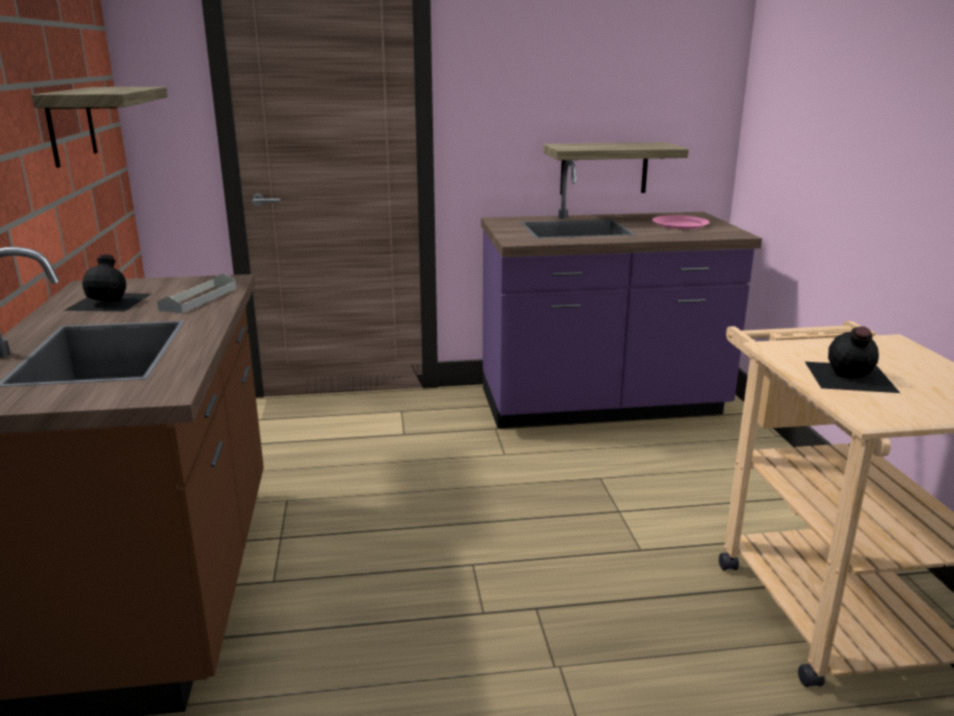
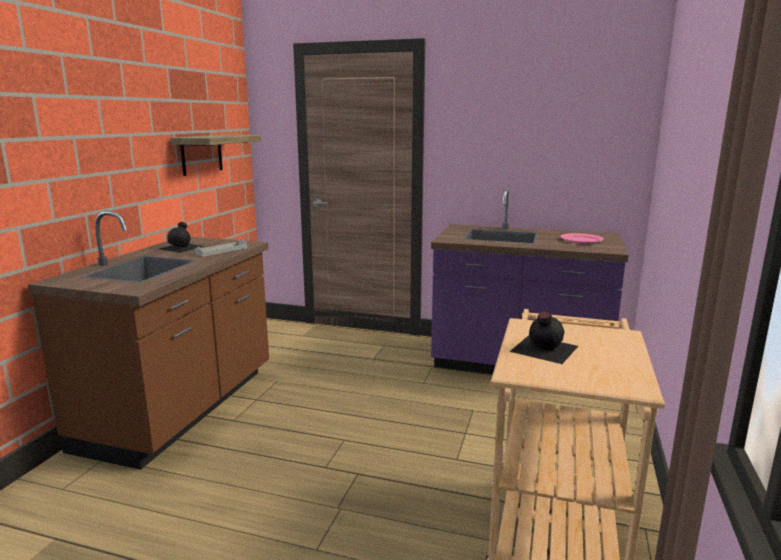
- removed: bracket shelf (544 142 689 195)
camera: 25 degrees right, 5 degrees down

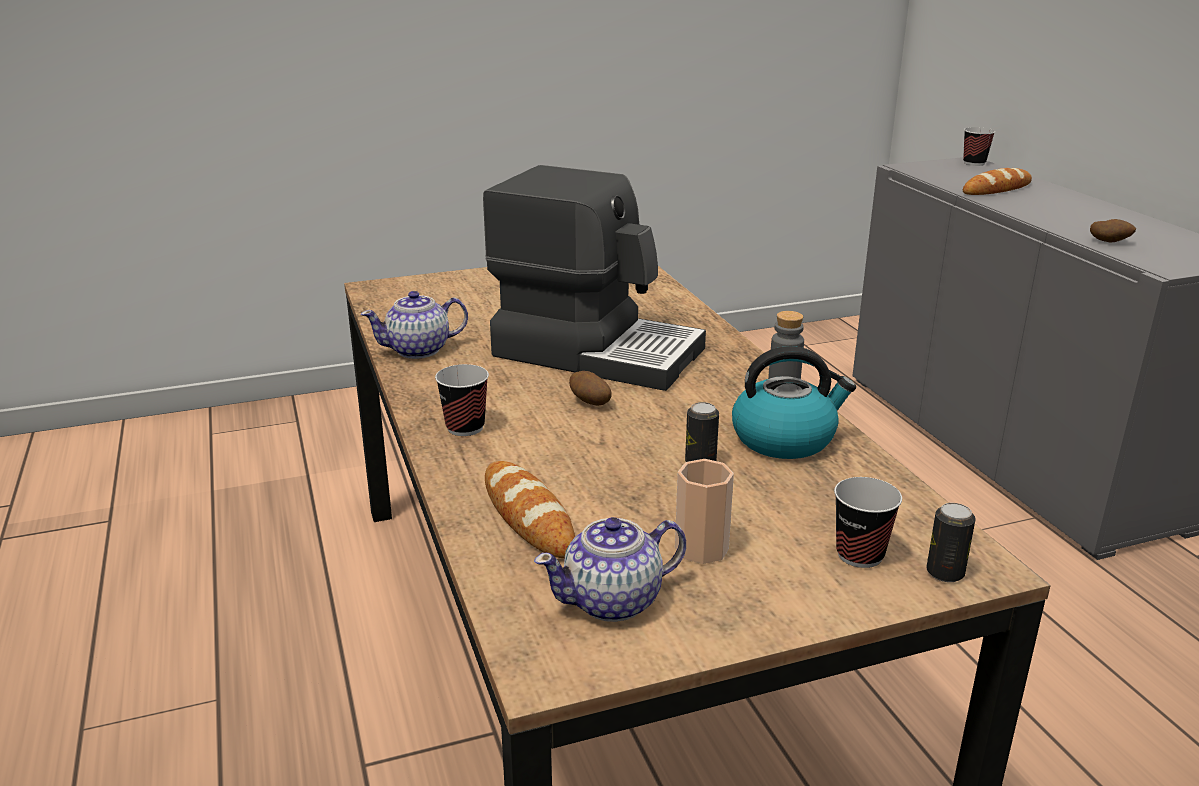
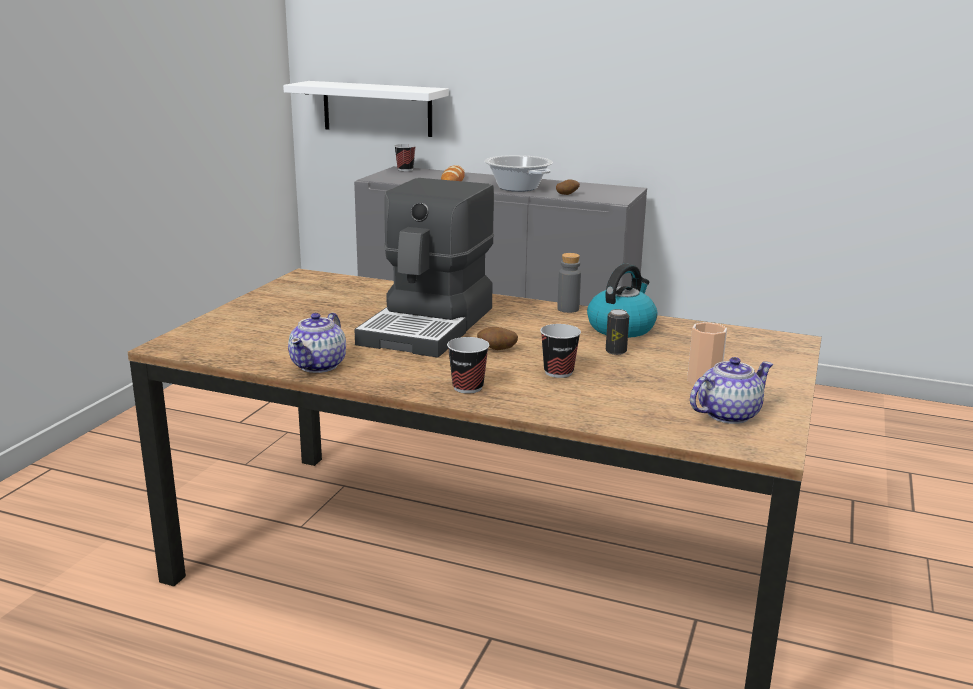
- added: white-coloured bracket shelf (283 81 449 137)
- turned: coffee machine (483 165 706 391) = (355 178 494 358) 135 degrees clockwise
- added: cooking pot (484 155 553 192)
- moved: small cup (834 477 902 568) to (540 324 581 378)
- turned: teapot (534 517 686 622) = (690 357 773 424) 135 degrees counterclockwise
- removed: baked bread (485 461 575 558)
- removed: metal can (927 503 976 582)
camera: 50 degrees left, 5 degrees down

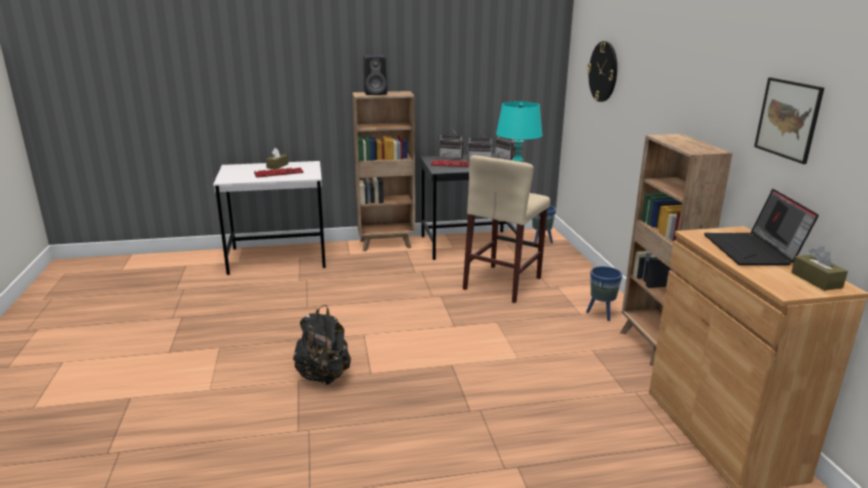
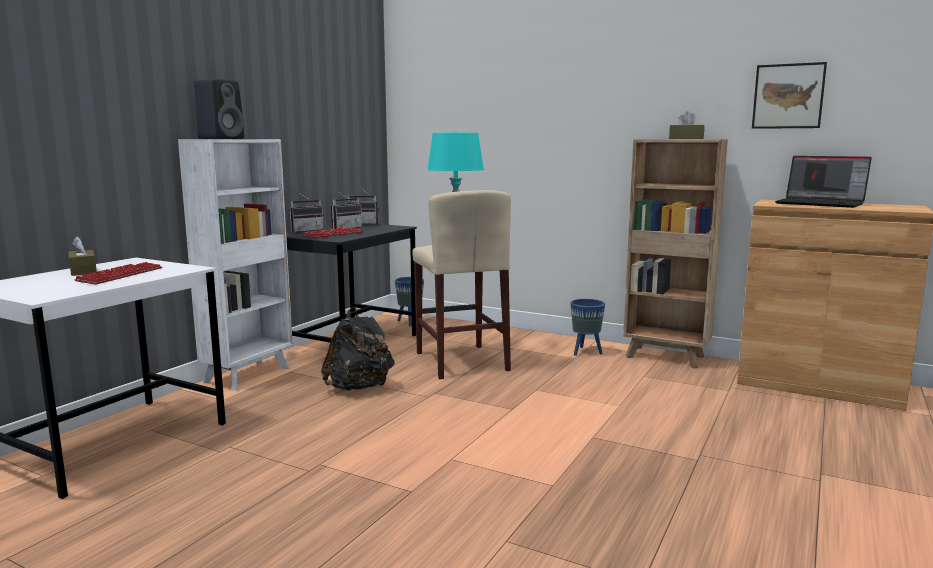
- recoloured: brown bookshelf (352 91 415 251) to white-coloured bookshelf (178 139 293 390)
- moved: black backpack (293 305 351 385) to (321 307 394 391)
- moved: brown tissue box (791 246 848 291) to (669 111 705 139)
- removed: hanging clock (587 41 617 102)
camera: 50 degrees left, 10 degrees down

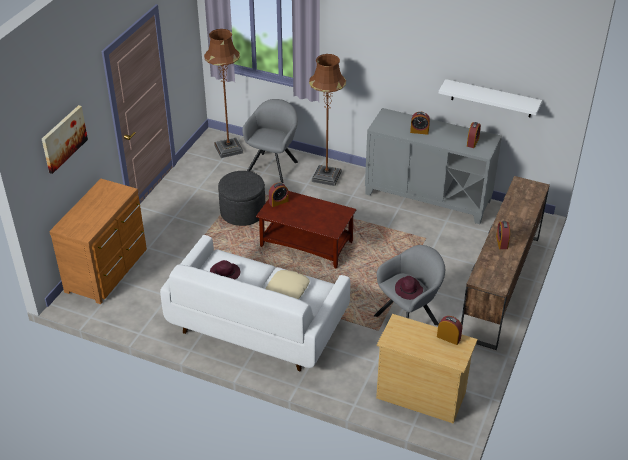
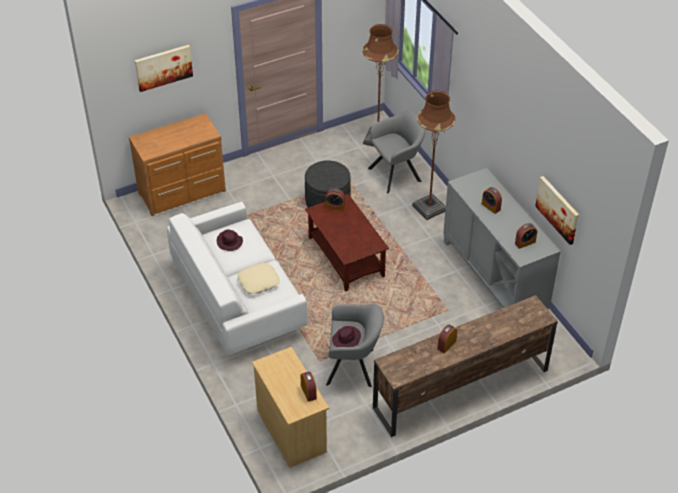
- replaced: white-coloured bracket shelf (439 79 542 117) to picture (535 176 579 245)
camera: 40 degrees right, 5 degrees up

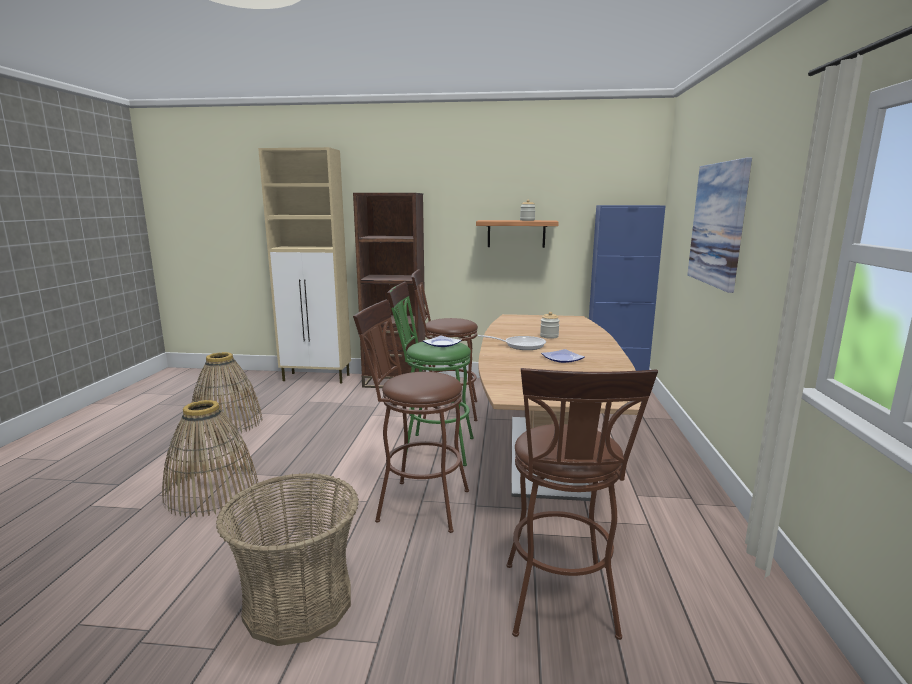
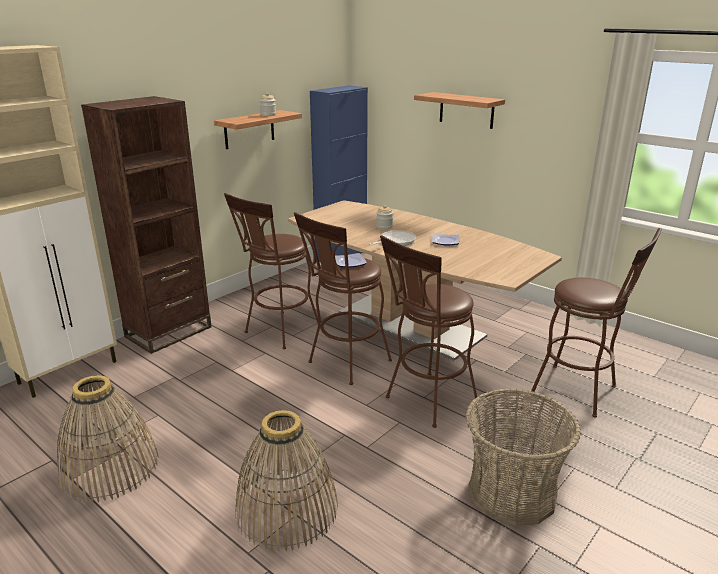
- recoloured: greenish stool seat (387 282 474 466) to brown stool seat (294 212 392 385)
- replaced: picture (687 158 752 293) to bracket shelf (414 92 505 129)
camera: 55 degrees left, 10 degrees up

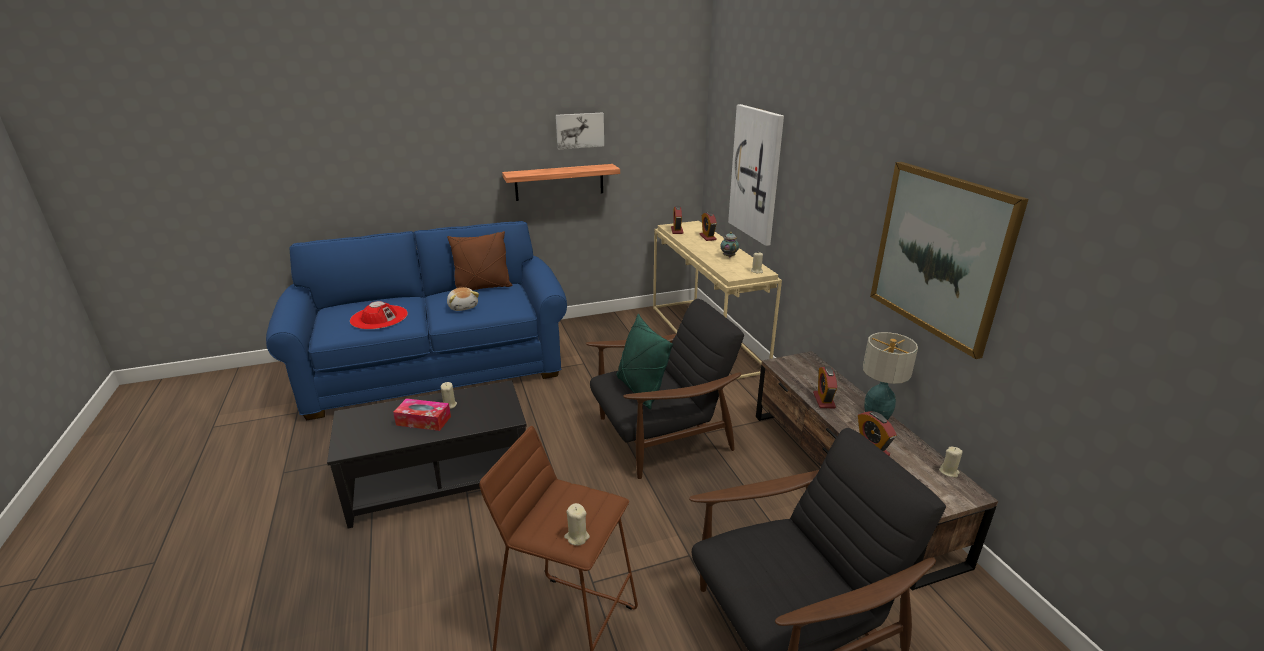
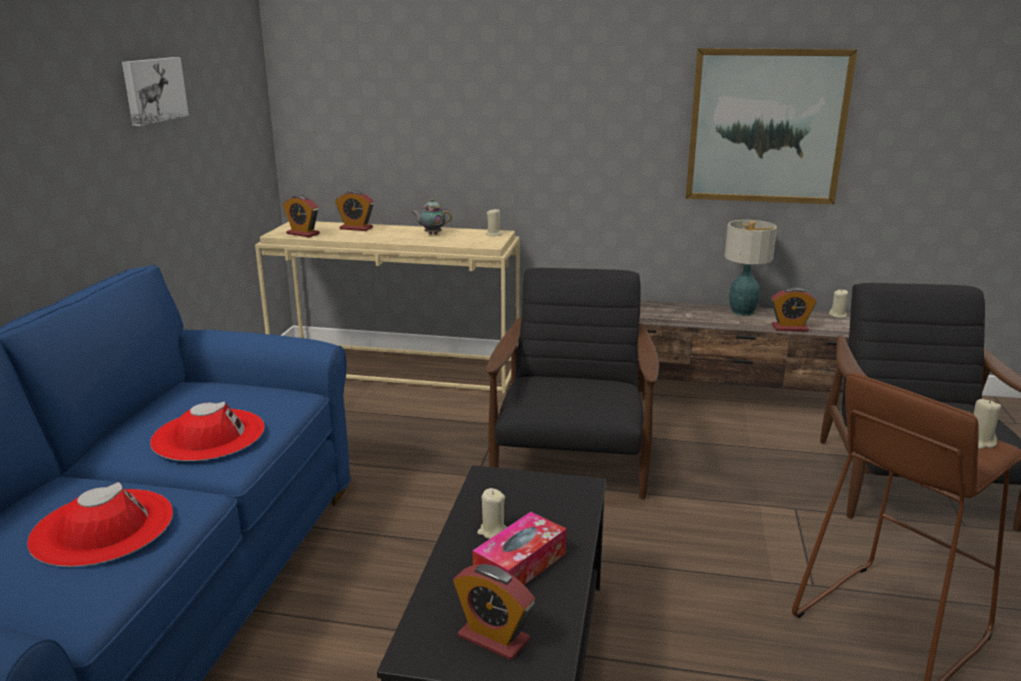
- replaced: soft toy (447 287 479 311) to red wearable hat (150 402 265 461)
- moved: bedside clock (813 366 837 408) to (453 564 535 660)
- removed: brown pillow (447 231 512 290)
- removed: bracket shelf (502 164 620 201)
- removed: greenish pillow (616 314 673 409)
- removed: picture (728 104 784 246)
camera: 60 degrees left, 5 degrees down

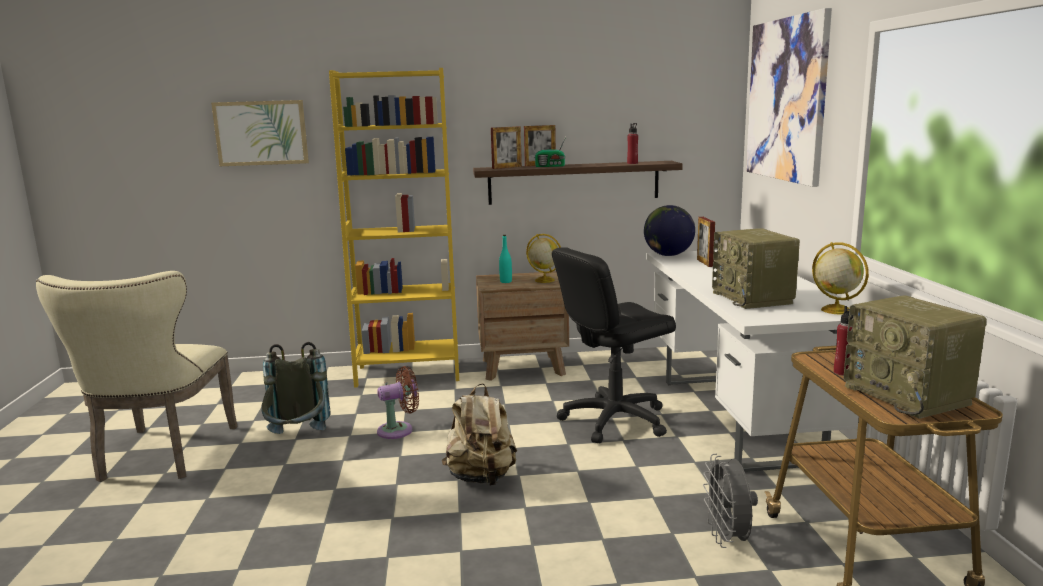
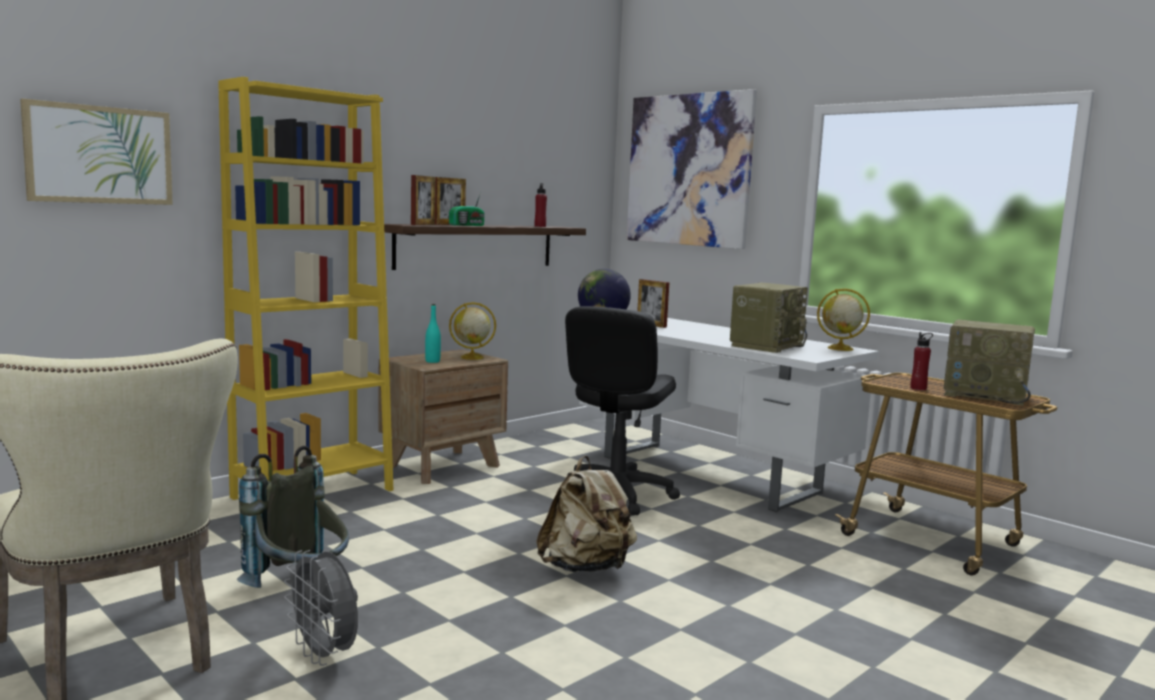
- moved: greyish fan (703 454 758 548) to (284 550 358 666)
- turned: radio set (712 228 800 309) = (730 283 808 353) 90 degrees counterclockwise
- removed: brown fan (377 366 419 439)
camera: 40 degrees left, 5 degrees down

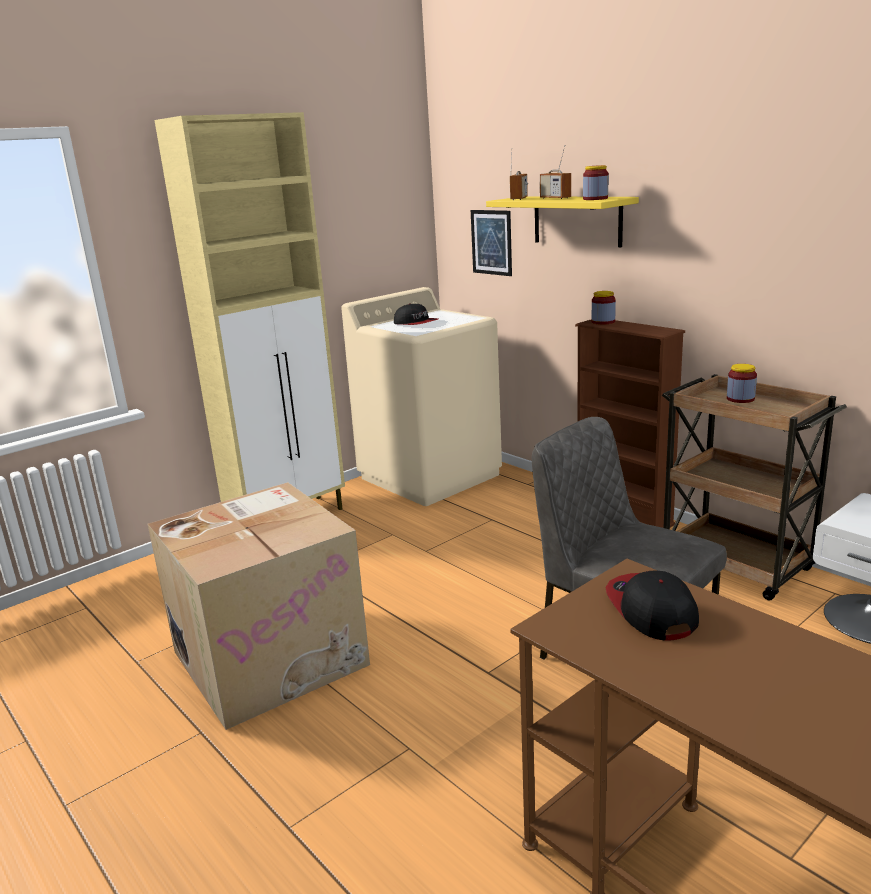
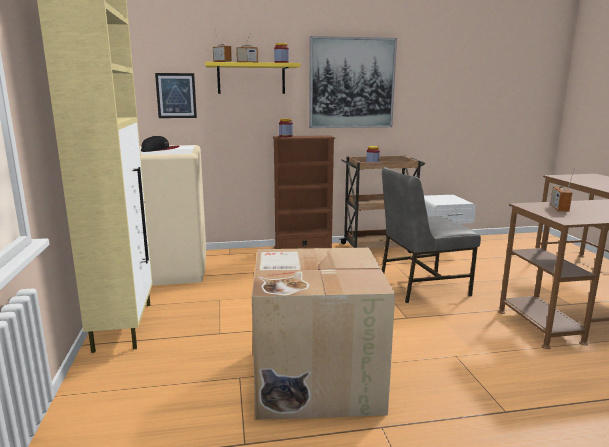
- added: picture (309 36 397 128)
- replaced: baseball cap (606 570 699 641) to radio set (550 168 575 212)
camera: 60 degrees left, 5 degrees down

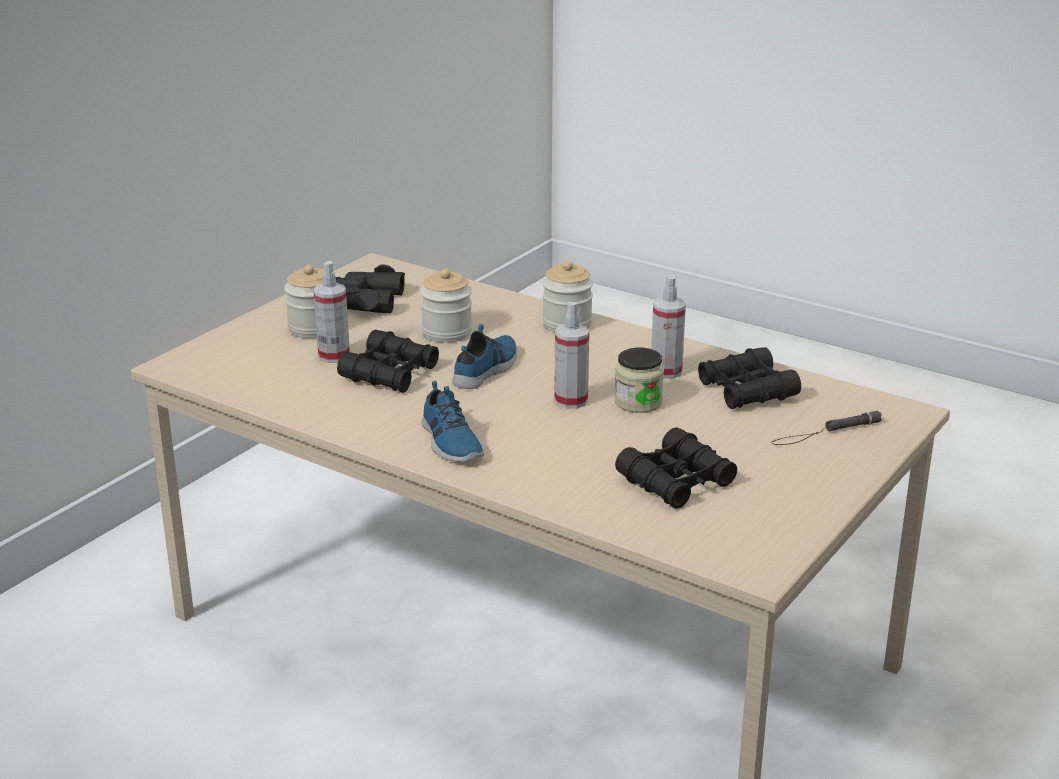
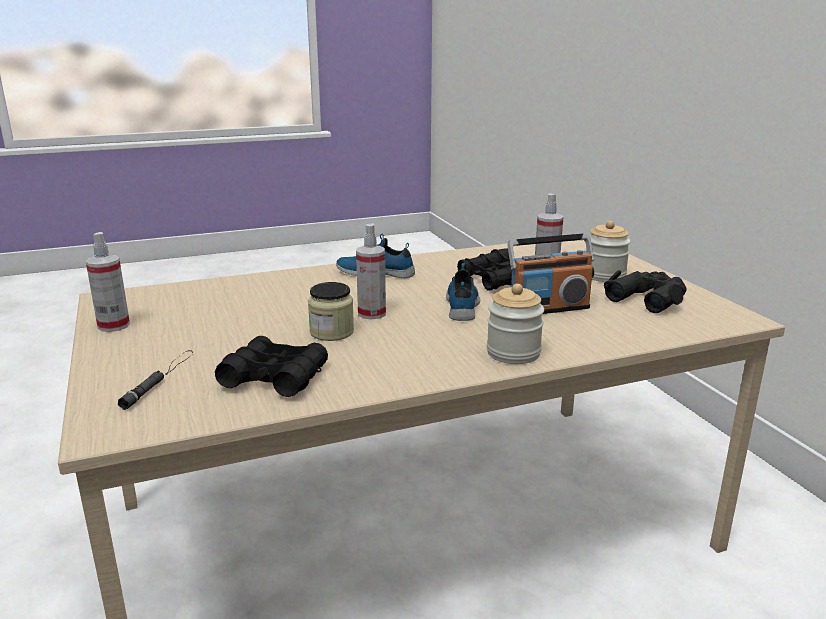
- moved: sprayer (651 275 686 379) to (86 232 130 332)
- turned: item of footwear (452 324 517 389) = (446 263 480 321) 150 degrees counterclockwise
- replaced: jar (420 269 472 343) to radio set (507 233 594 314)
- removed: black binoculars (615 428 737 509)
camera: 125 degrees right, 5 degrees down

